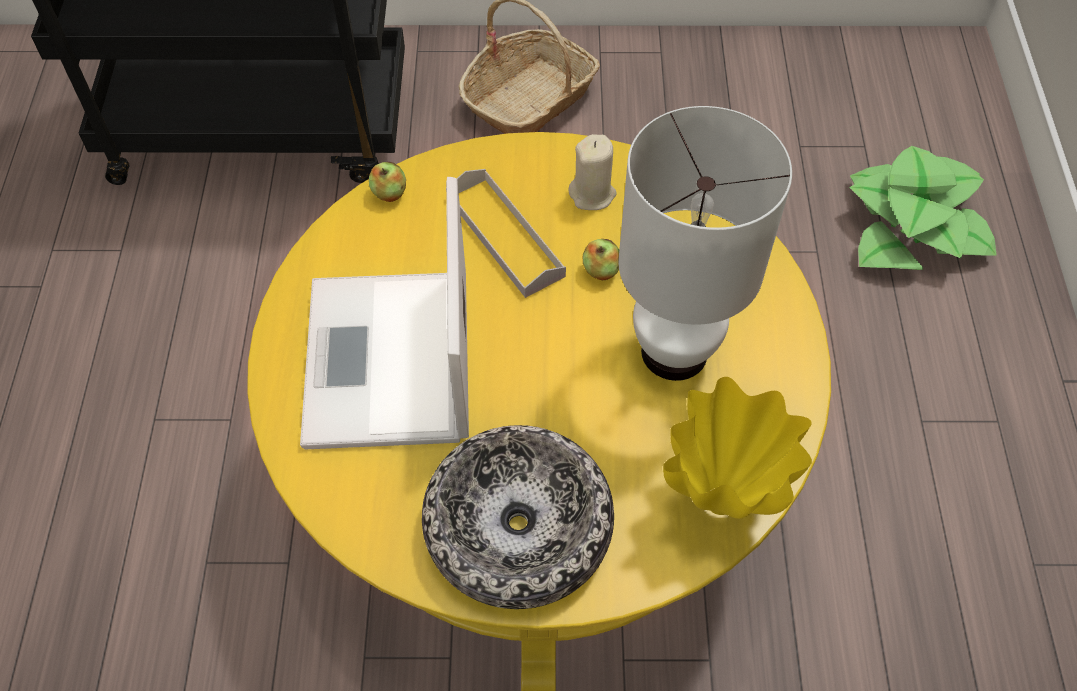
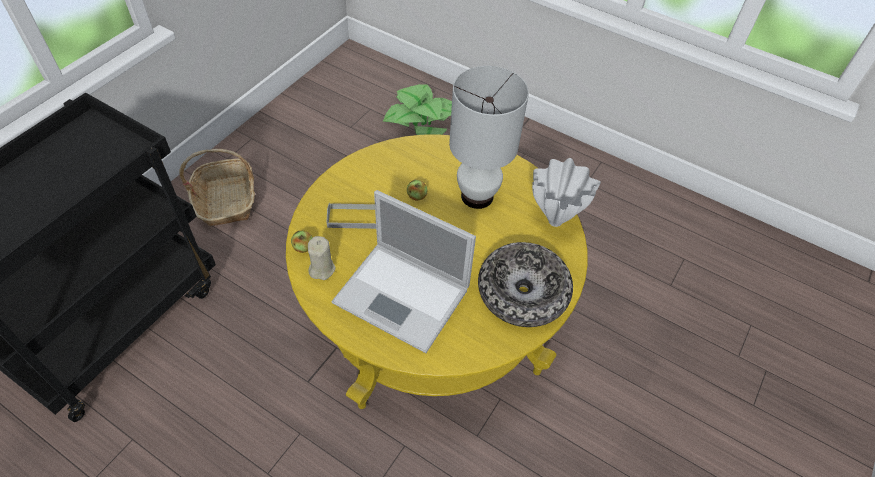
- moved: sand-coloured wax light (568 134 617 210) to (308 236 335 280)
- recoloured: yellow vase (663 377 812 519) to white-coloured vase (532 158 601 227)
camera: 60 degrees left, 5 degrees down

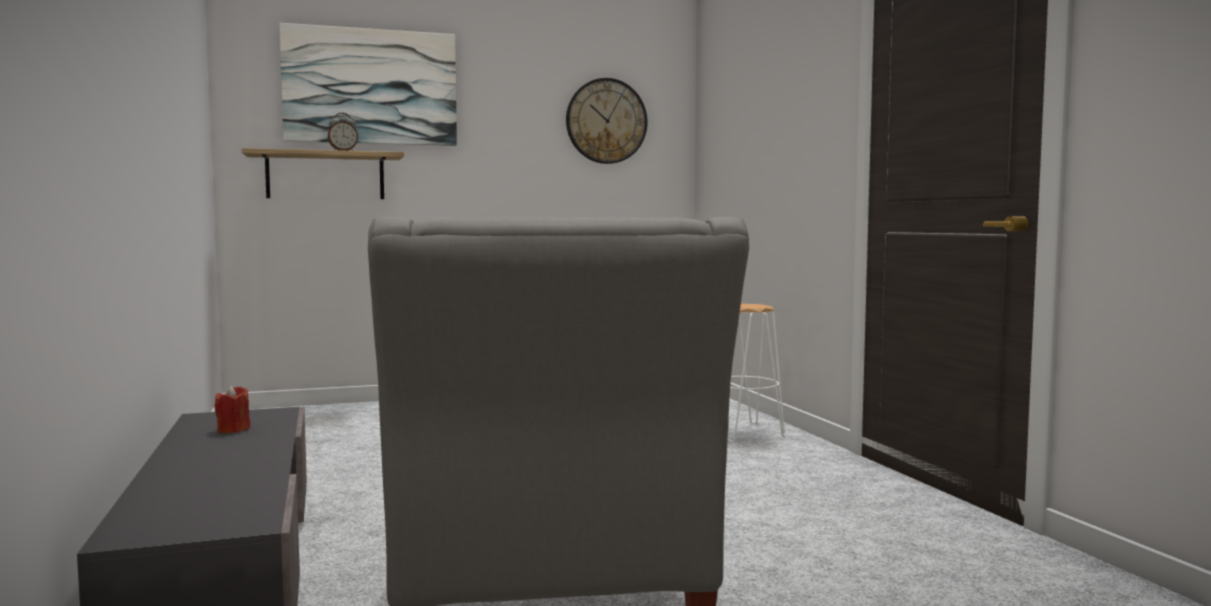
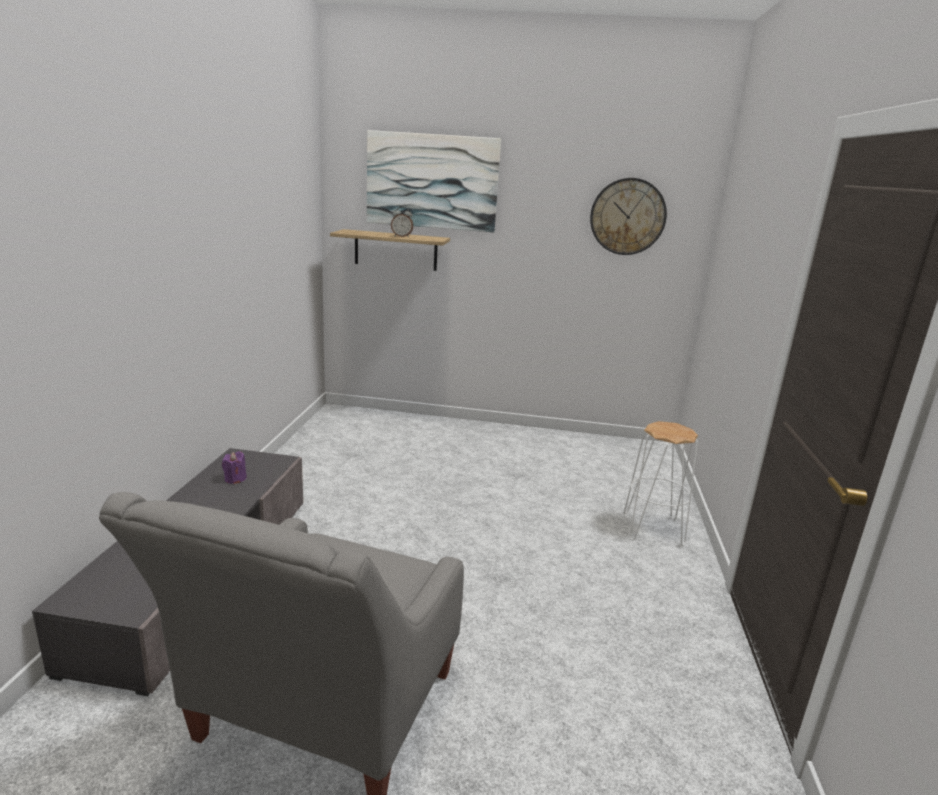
- recoloured: red wax light (214 386 250 433) to purplish wax light (222 451 247 484)
camera: 25 degrees right, 15 degrees up

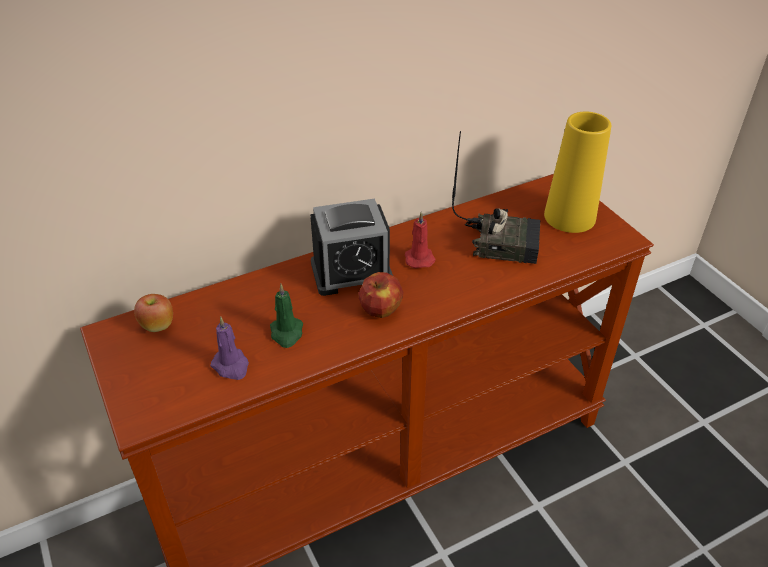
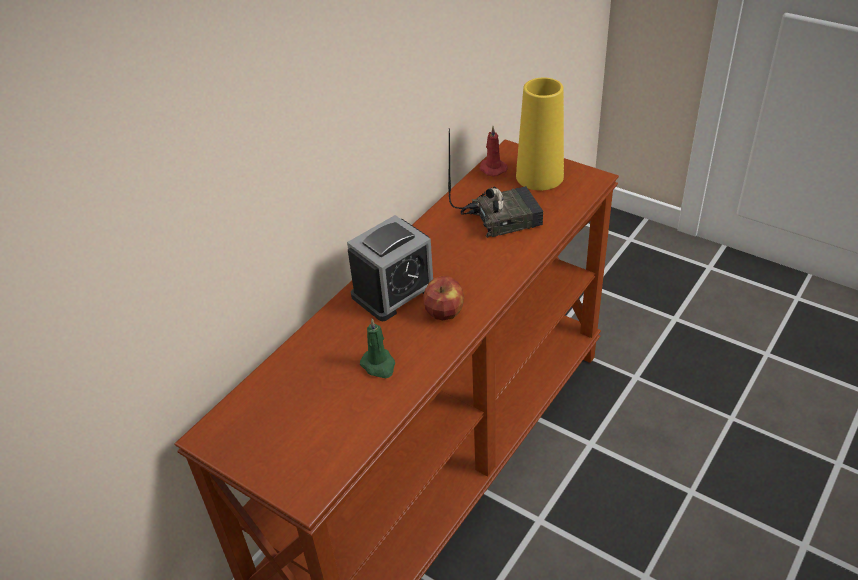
- moved: red wax light (405 212 436 269) to (480 126 508 177)
- removed: whole apple (134 294 173 332)
- removed: purplish wax light (210 317 249 380)
camera: 25 degrees left, 0 degrees up

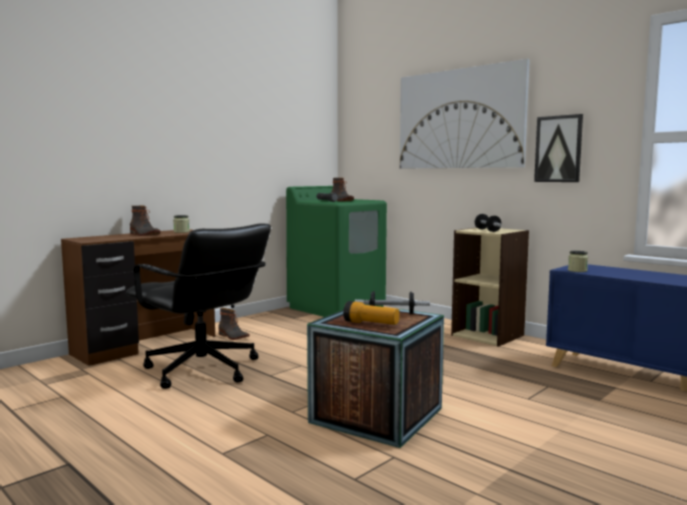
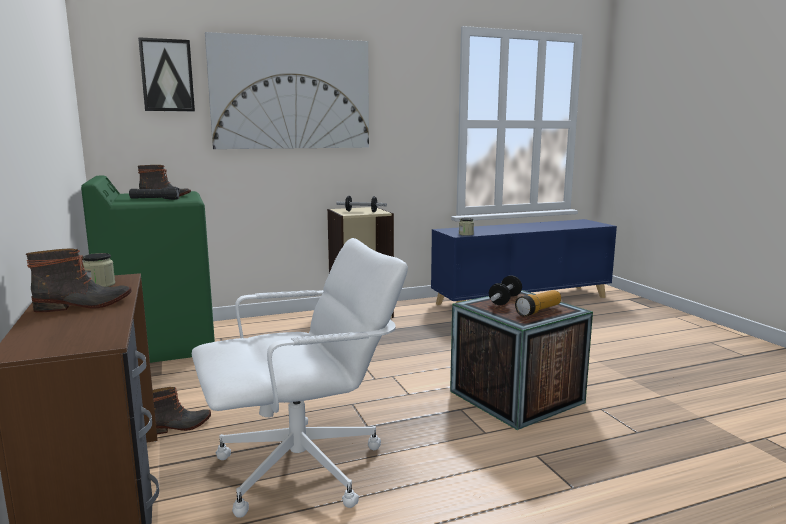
- moved: picture (534 114 583 182) to (138 37 195 111)
- recoloured: black computer chair (126 223 271 389) to white-coloured computer chair (192 238 408 518)
camera: 65 degrees left, 5 degrees up

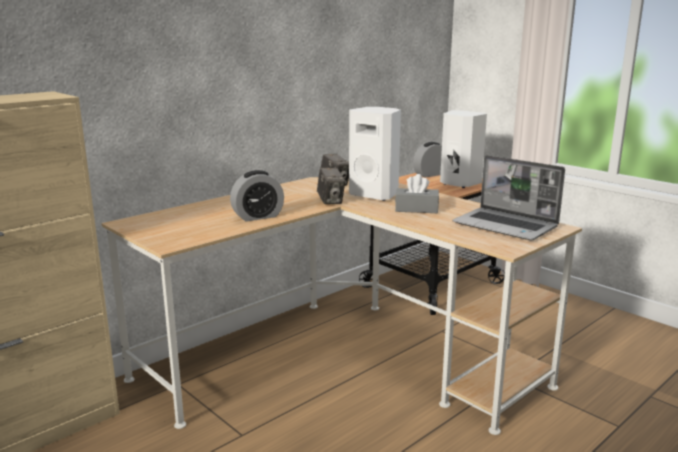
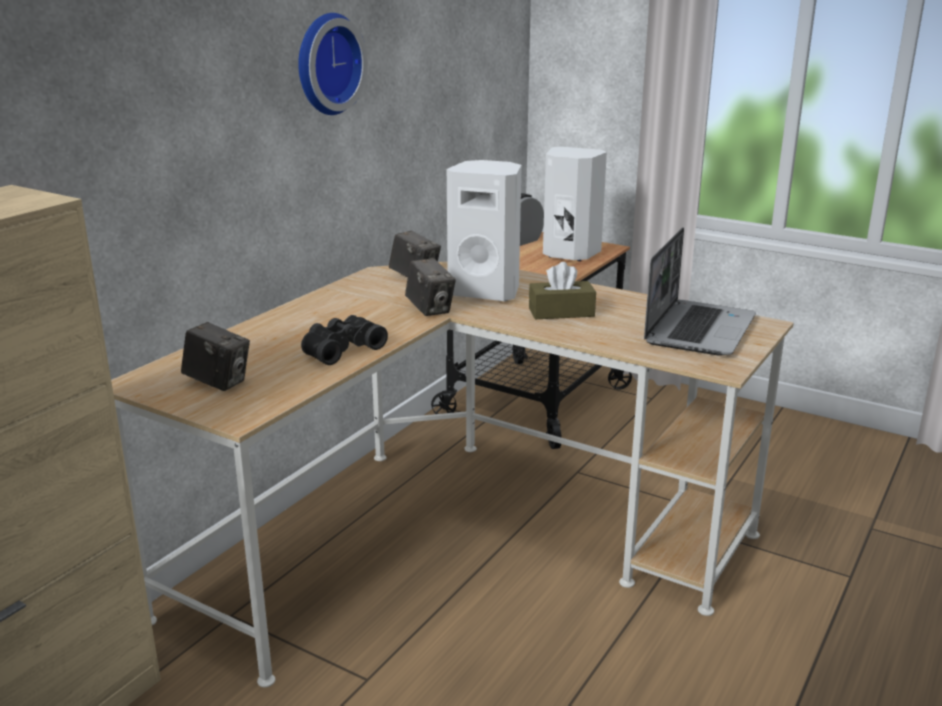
- added: photo camera (181 322 250 391)
- added: hanging clock (298 13 368 115)
- replaced: bedside clock (230 170 284 222) to black binoculars (301 315 388 365)
- recoloured: greyish tissue box (395 174 439 213) to brown tissue box (529 262 596 319)
- turned: notebook computer (453 155 565 241) = (644 227 756 356) 90 degrees counterclockwise
camera: 15 degrees left, 5 degrees up

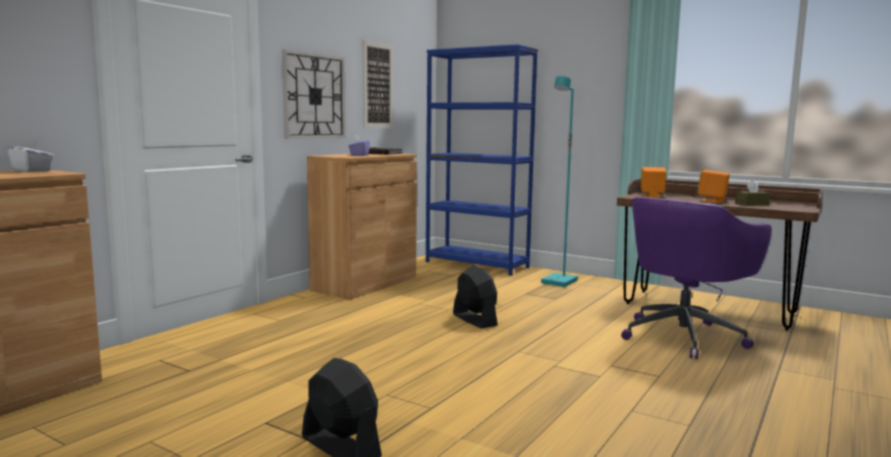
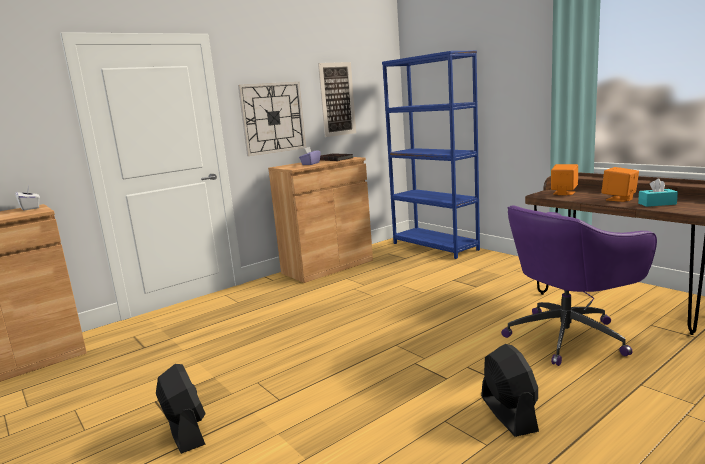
- moved: black fan (453 265 498 328) to (481 344 539 437)
- recoloured: brown tissue box (735 180 770 206) to blue-green tissue box (638 178 678 207)
- removed: blue-green standard lamp (541 76 578 287)
camera: 20 degrees right, 5 degrees up

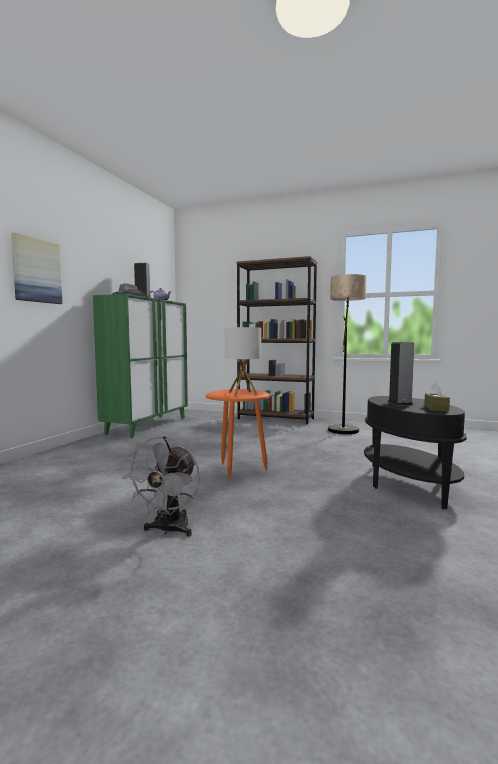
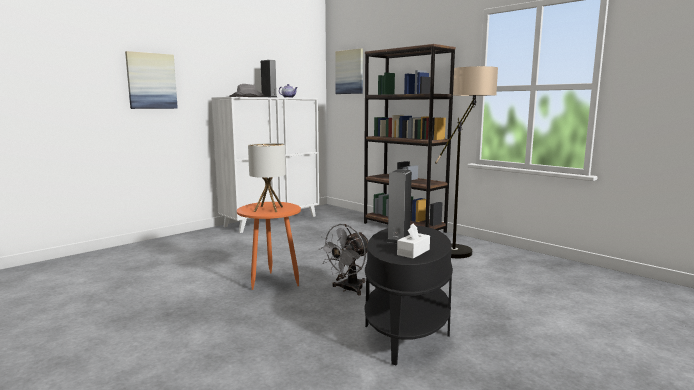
- recoloured: greenish cupboard (93 294 188 438) to white-coloured cupboard (212 97 319 233)
- moved: greyish fan (123 436 200 537) to (318 224 368 295)
- added: picture (335 48 363 94)
- recoloured: brown tissue box (424 383 450 411) to white-coloured tissue box (397 223 430 259)
camera: 25 degrees right, 5 degrees up

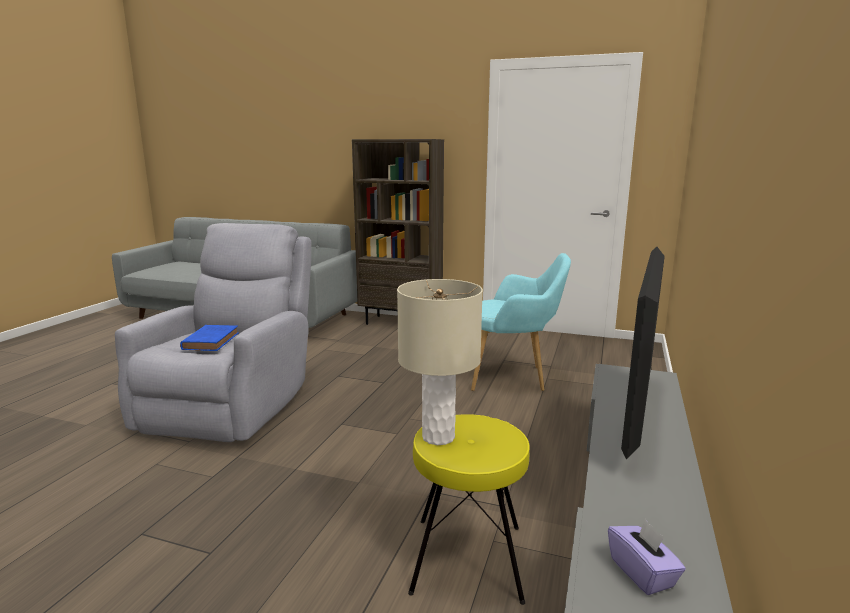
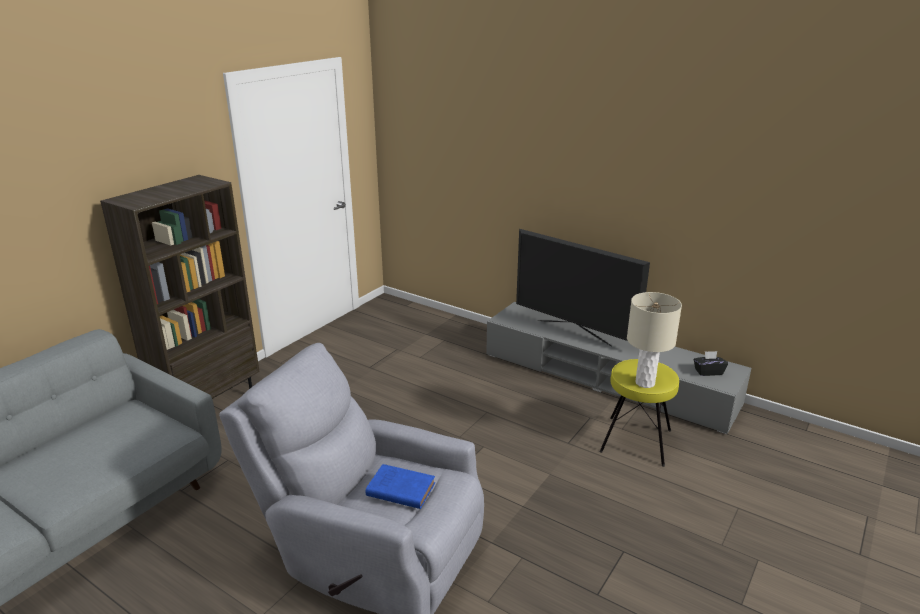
- recoloured: purplish tissue box (608 519 686 595) to black tissue box (694 351 728 376)
- removed: blue-green armchair (471 253 571 391)
camera: 75 degrees left, 10 degrees up

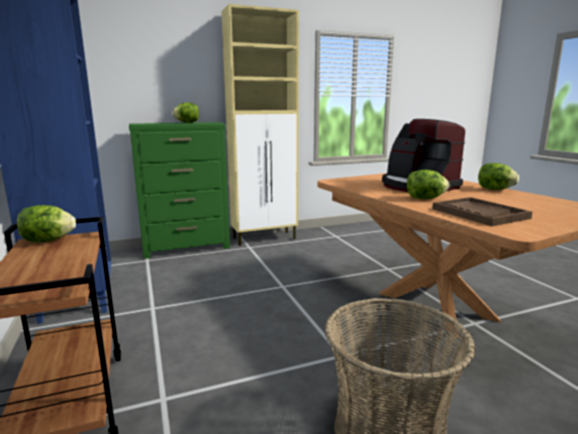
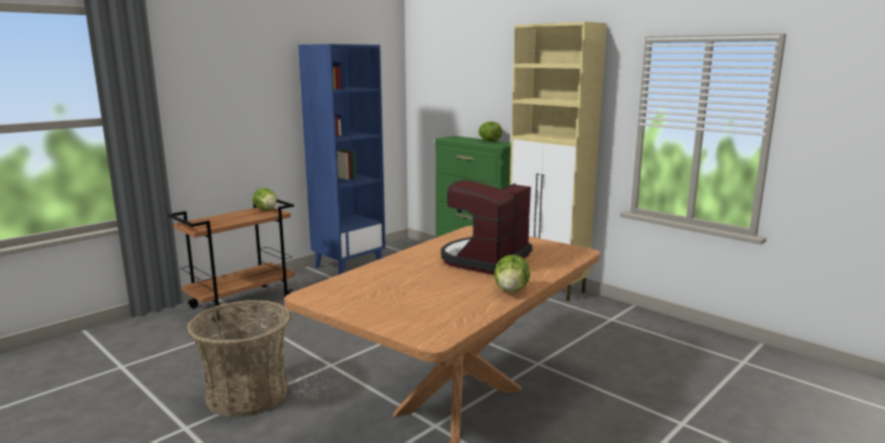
- removed: lettuce head (407 170 449 199)
- removed: brown tray (432 197 532 226)
camera: 65 degrees right, 0 degrees up

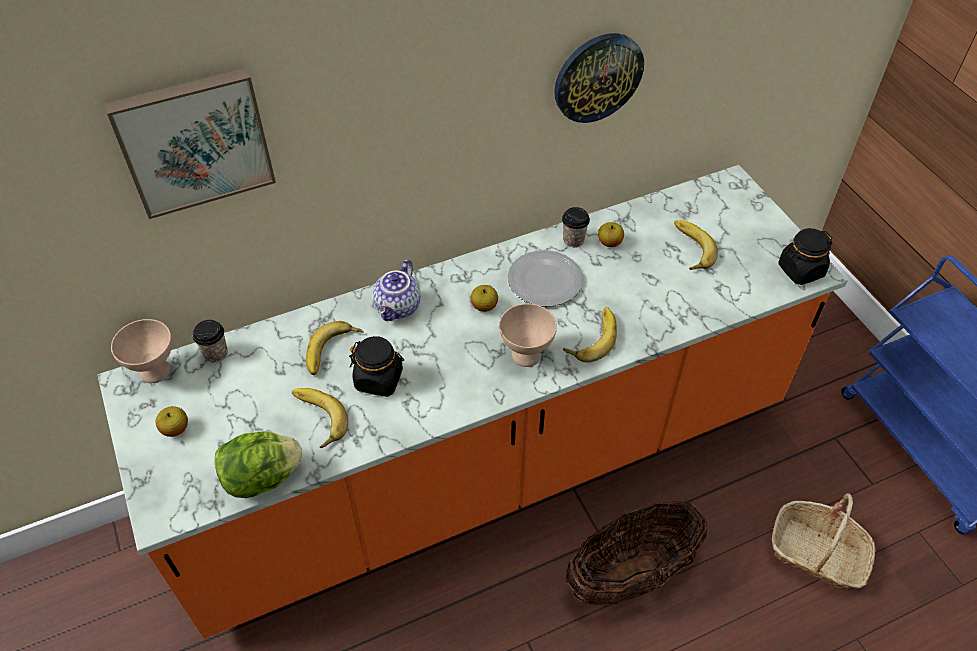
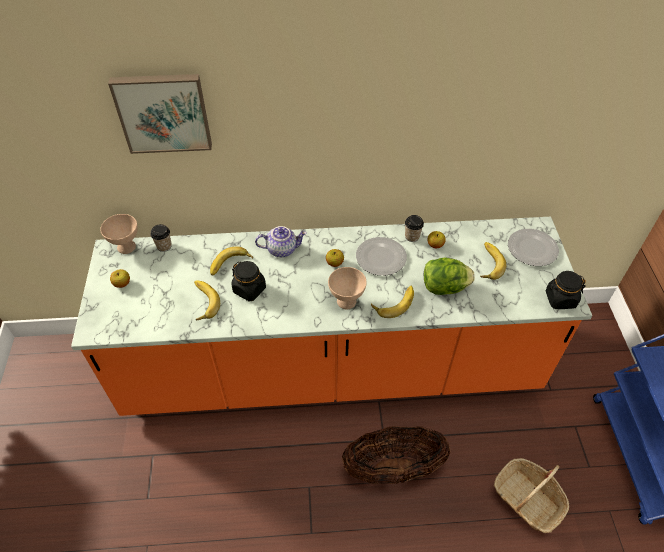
- turned: teapot (373 259 421 321) = (255 226 307 257) 135 degrees counterclockwise
- moved: lettuce head (215 432 303 498) to (424 257 475 295)
- added: plate (508 229 559 266)
- removed: hanging clock (554 33 644 123)
camera: 20 degrees right, 0 degrees up

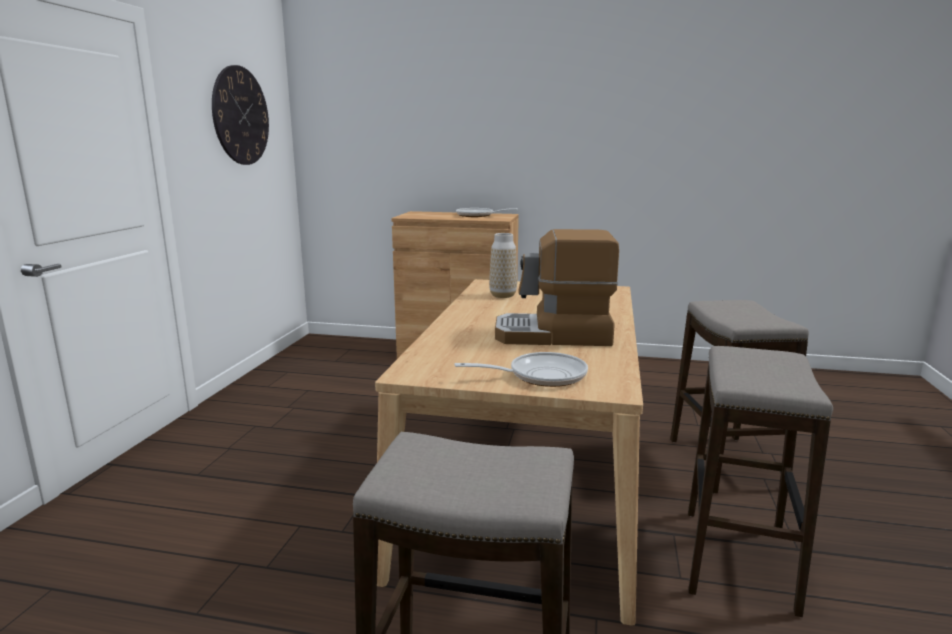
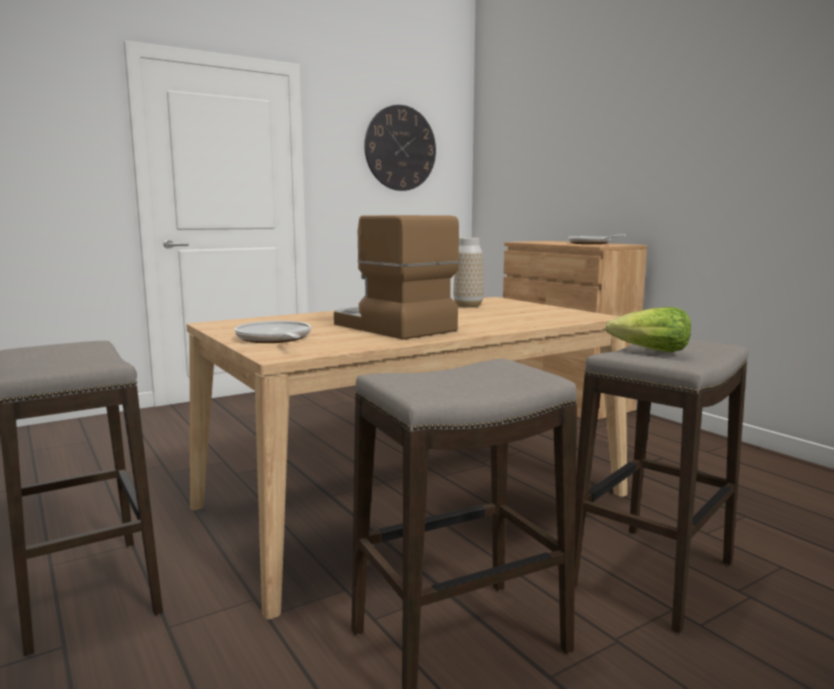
- turned: skillet (454 352 588 387) = (234 321 311 343) 150 degrees counterclockwise
- added: lettuce head (606 307 691 352)
camera: 45 degrees right, 5 degrees down

